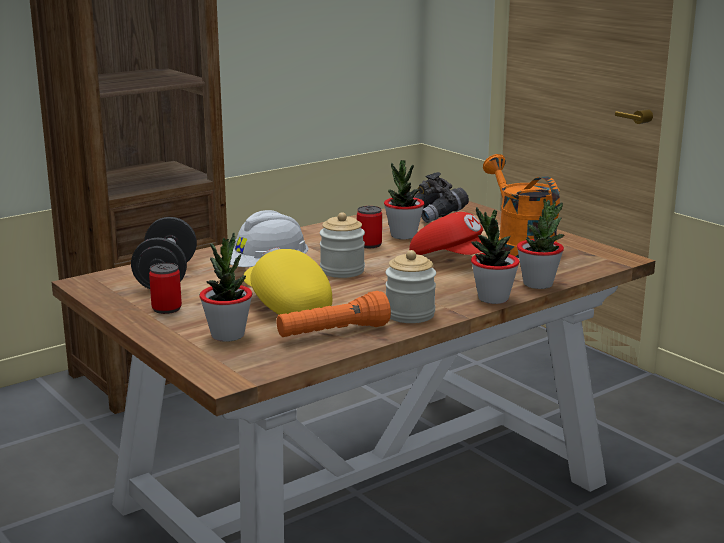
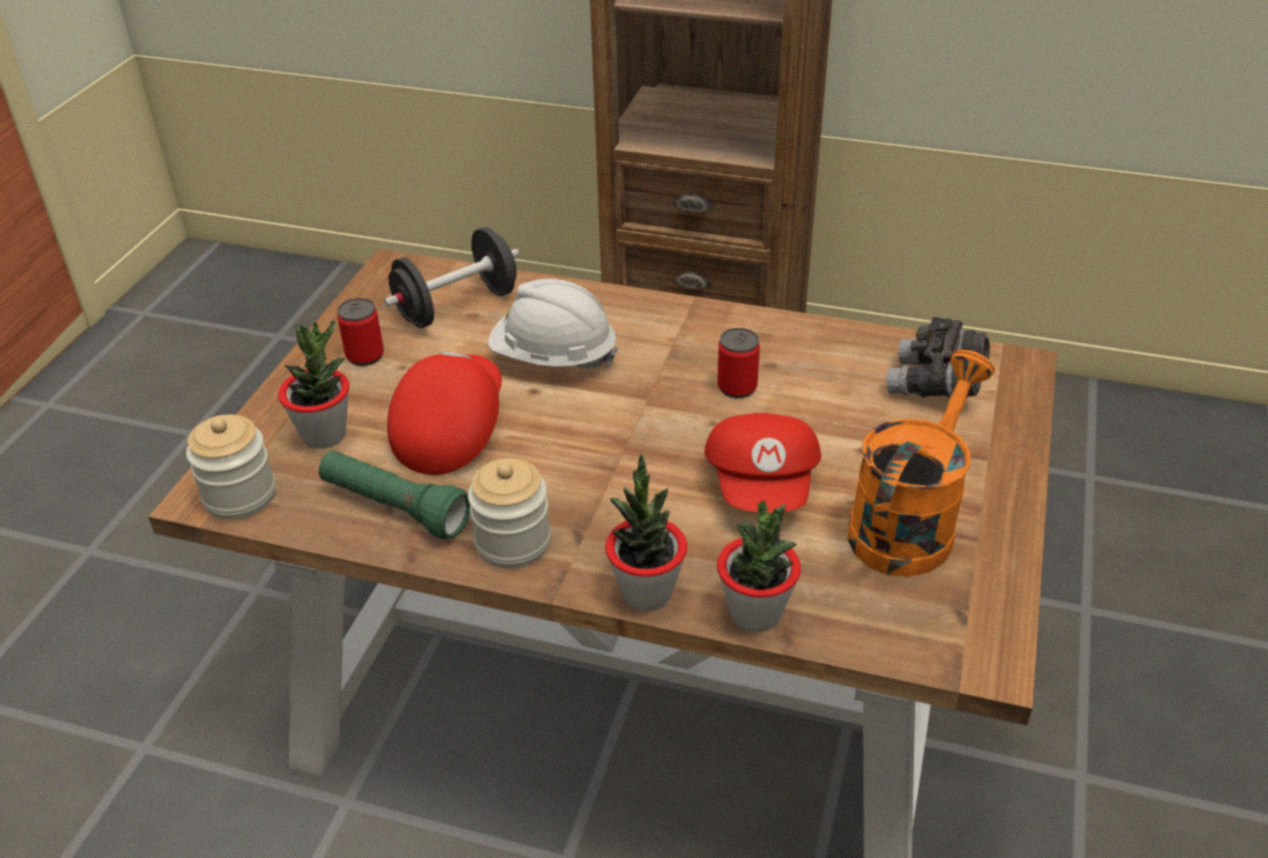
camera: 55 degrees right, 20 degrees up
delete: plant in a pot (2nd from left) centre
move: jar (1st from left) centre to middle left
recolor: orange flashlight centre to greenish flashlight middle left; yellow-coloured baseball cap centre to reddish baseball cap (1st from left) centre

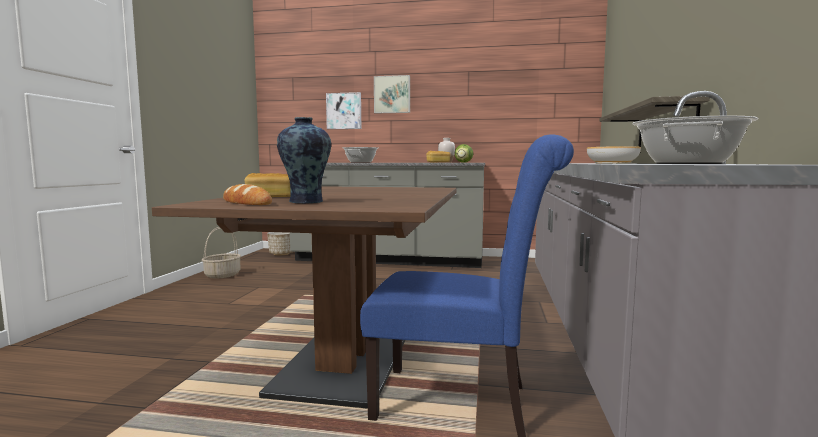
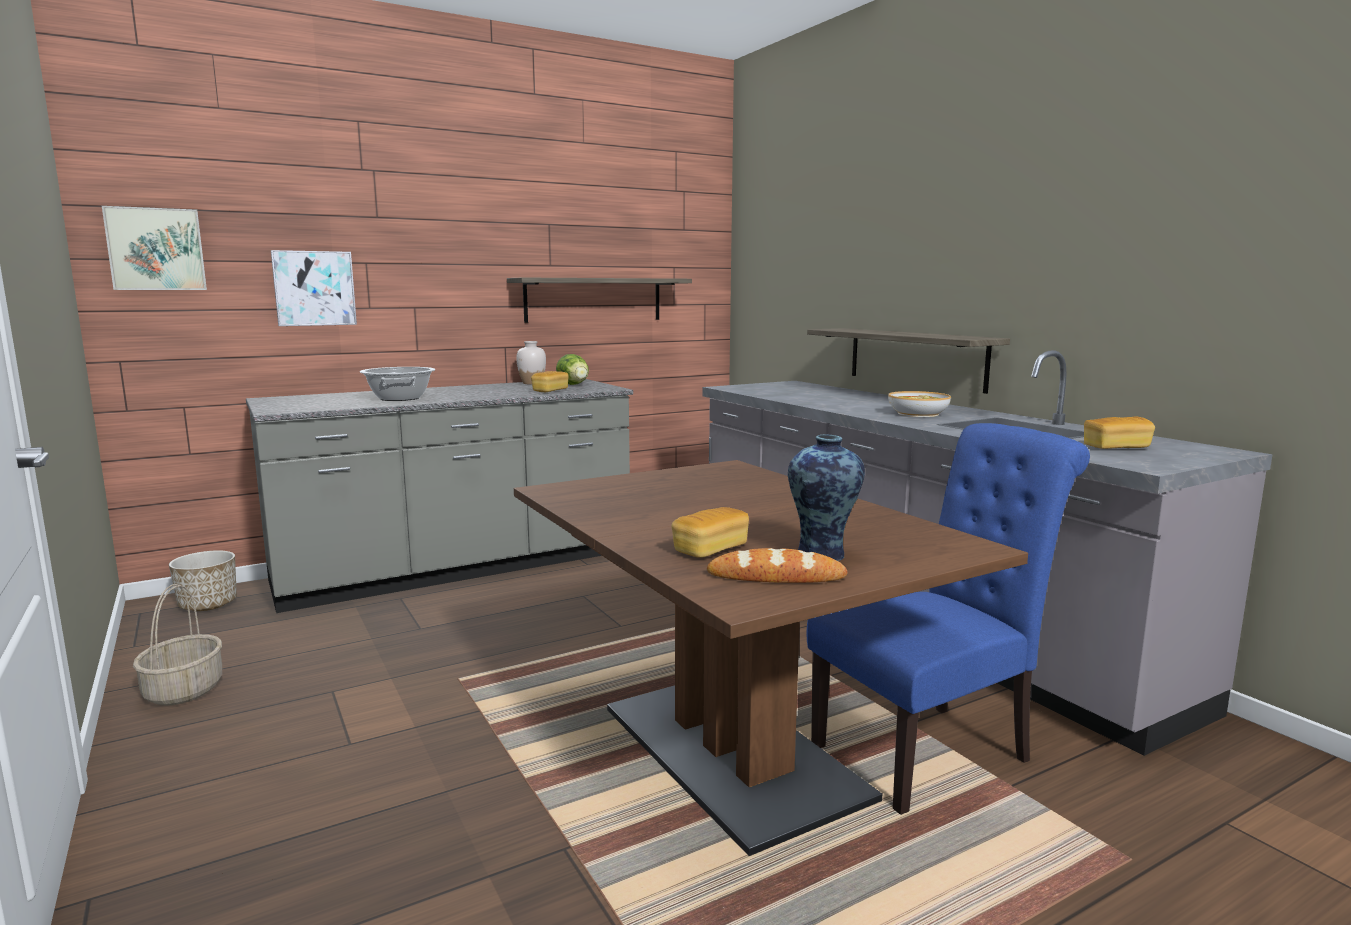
camera: 40 degrees left, 5 degrees up
insert: shelf (1st from left) top centre
move: wall art (2nd from left in the first image) top centre to wall art (1st from left) top left
replace: stockpot (2nd from left) top right to bread (4th from left) middle right

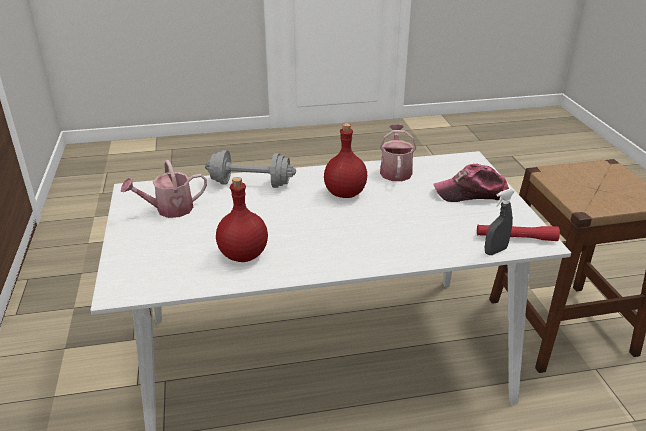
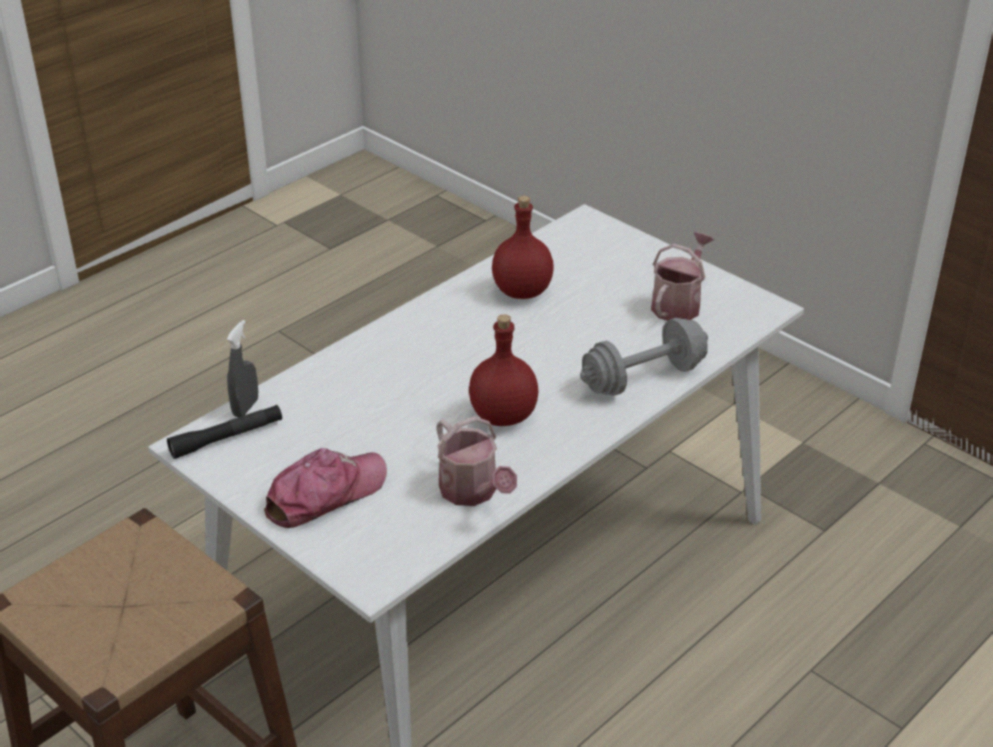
camera: 145 degrees right, 5 degrees up
recolor: reddish flashlight middle right to black-coloured flashlight middle left

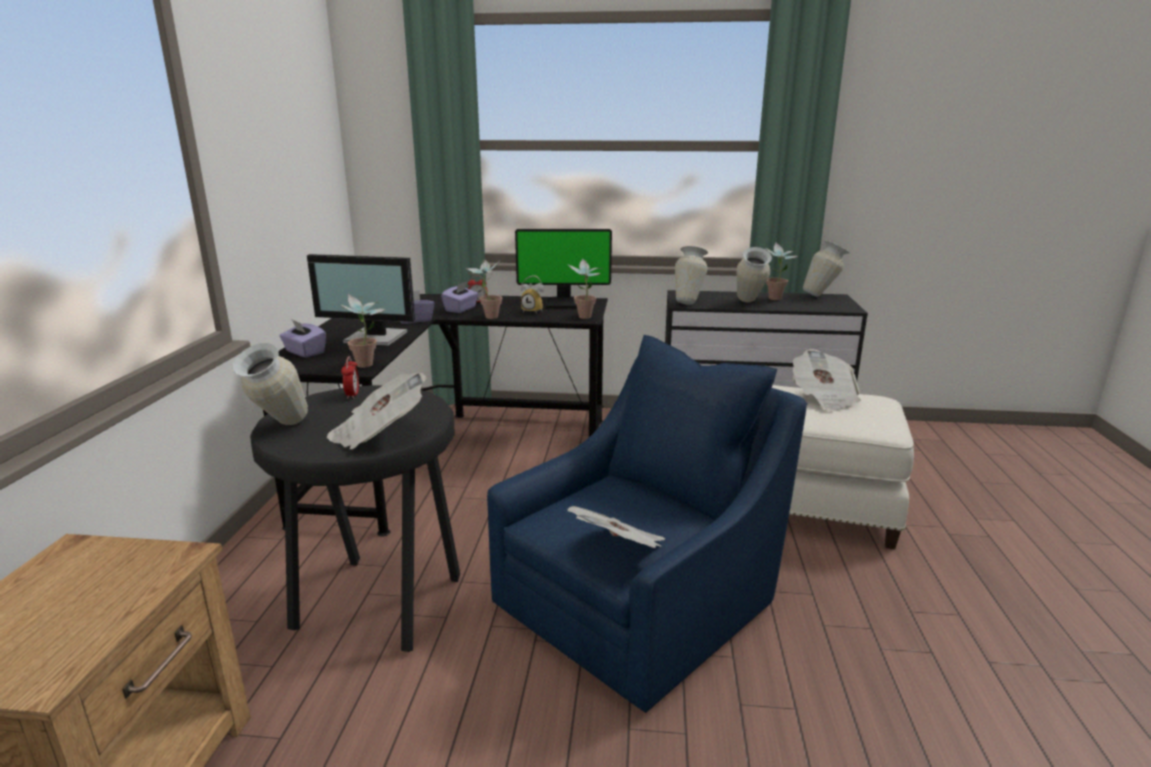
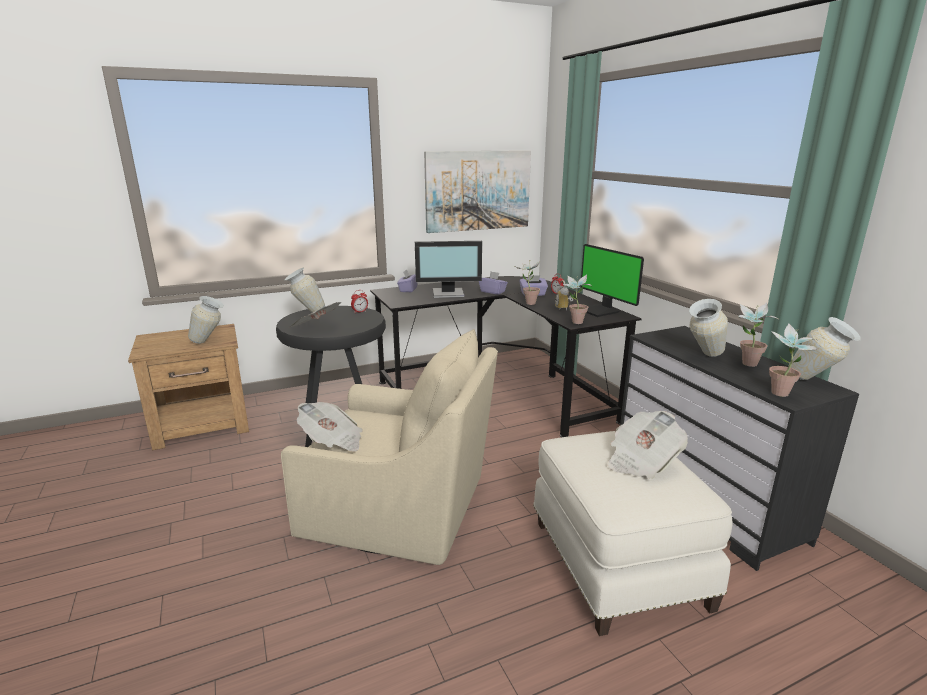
camera: 60 degrees right, 0 degrees up
insert: wall art top centre
move: flower vase (2nd from left in the first image) centre to flower vase (1st from left) middle left; plant in a pot (1st from left in the first image) middle left to plant in a pot (4th from left) middle right
recolor: blue armchair bottom centre to sand-coloured armchair centre
rotate: monitor (1st from left) middle left = centre 75 degrees counterclockwise

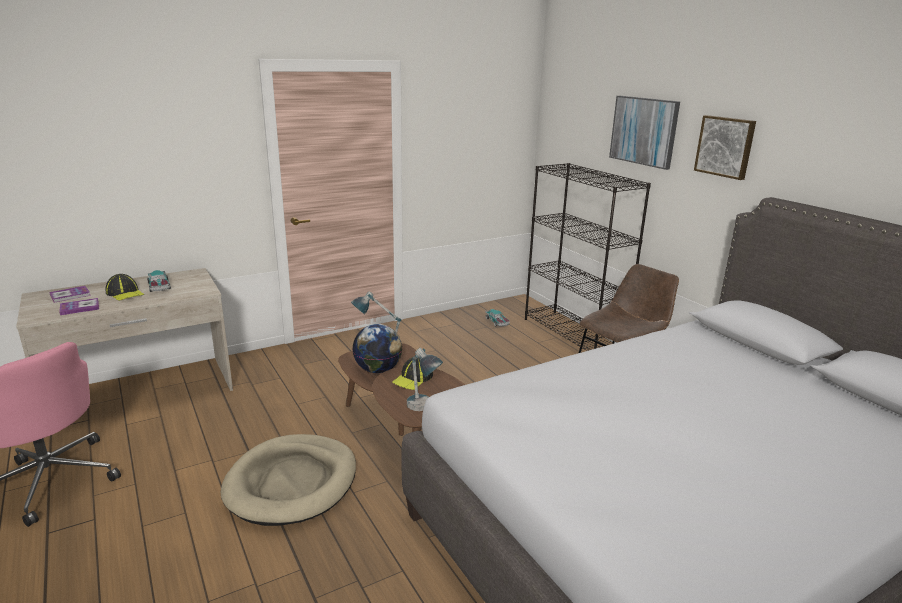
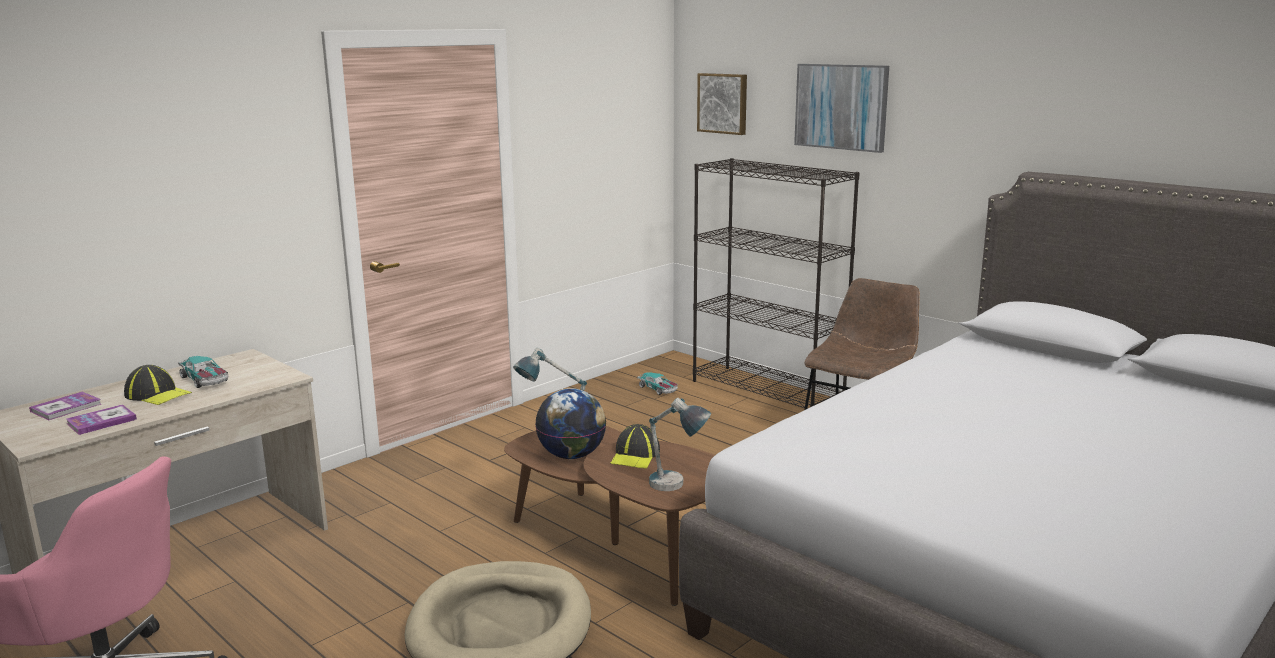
camera: 15 degrees left, 5 degrees down
move: wall art (2nd from left in the first image) top right to wall art (1st from left) top centre

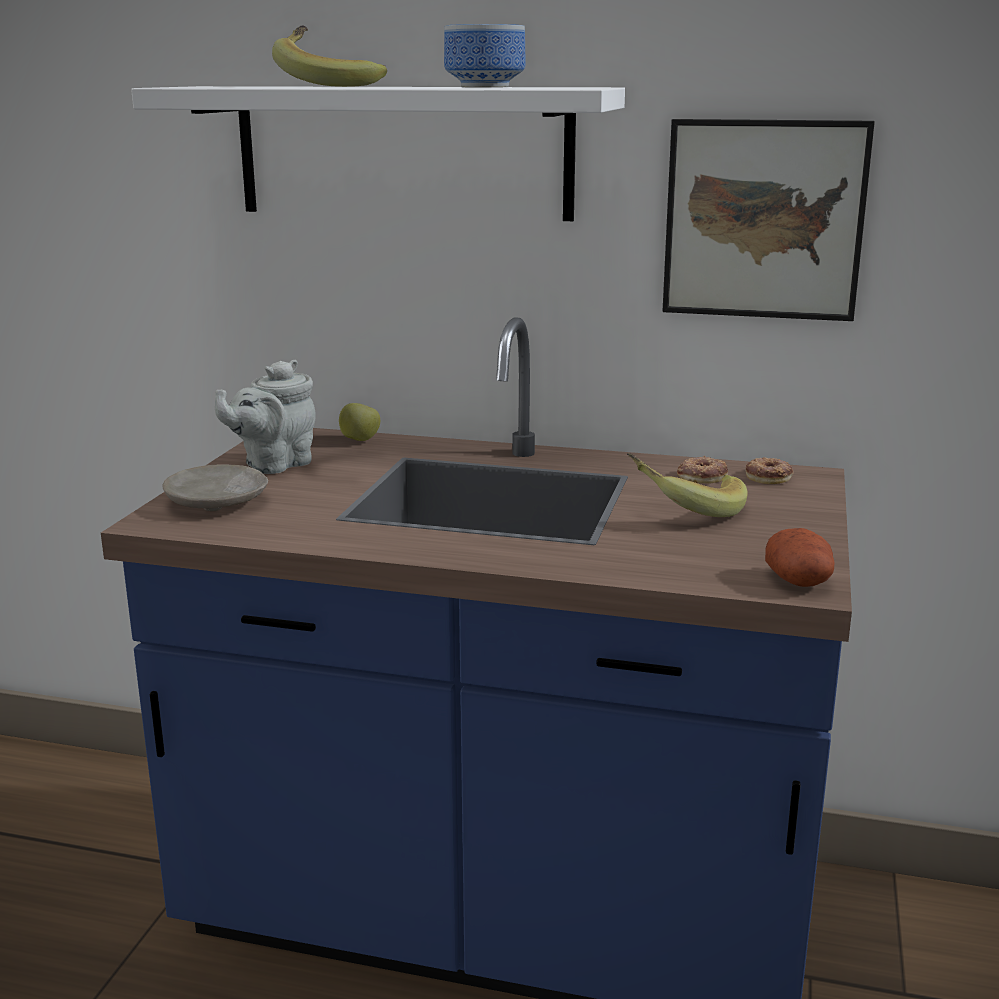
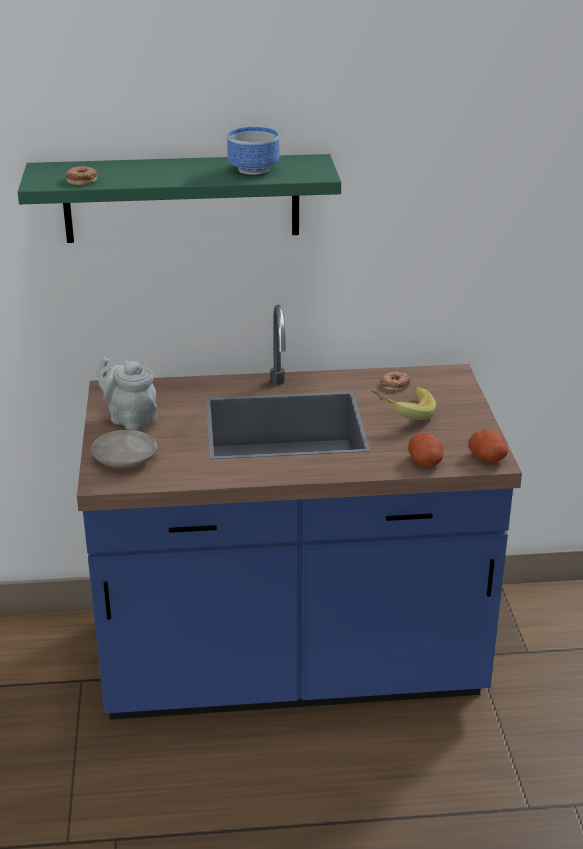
camera: 20 degrees left, 10 degrees up
delete: whole banana (1st from left) top left; whole apple centre; wall art top right
insert: whole potato (1st from left) middle right
move: ring doughnut (2nd from left in the first image) middle right to ring doughnut (1st from left) top left
recolor: whitish shelf top centre to greenish shelf top left
rotate: greyish pot for tea middle left = middle left 105 degrees clockwise

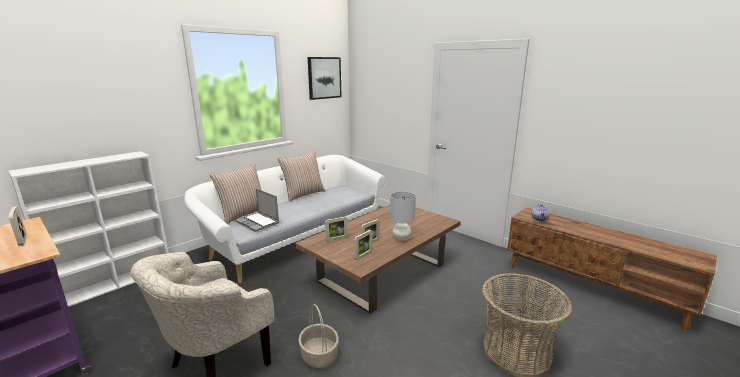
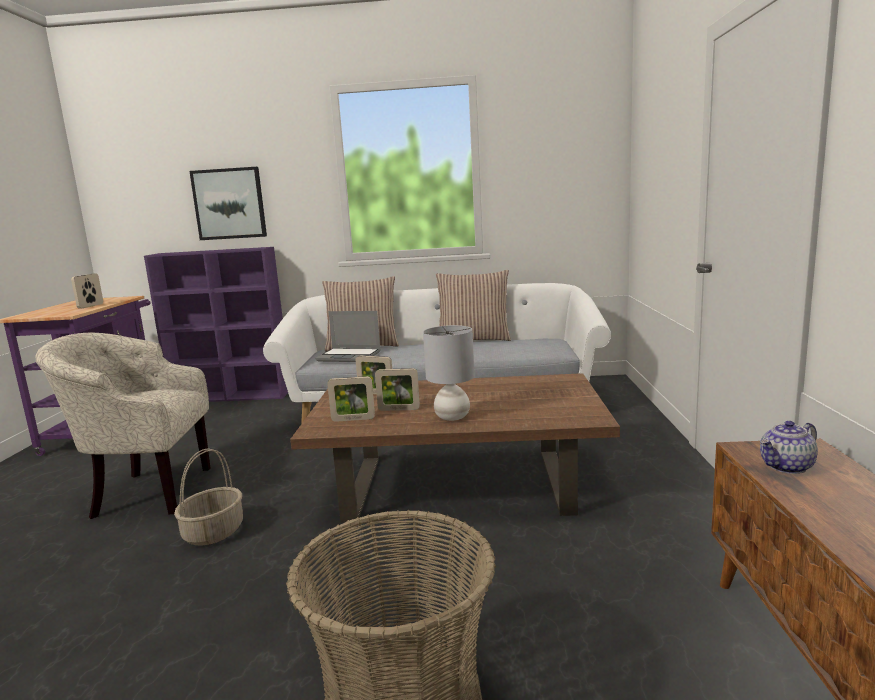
camera: 50 degrees right, 5 degrees down
move: wall art top centre to top left
recolor: whitish shelving unit middle left to purple-coloured shelving unit middle left
rotate: laptop centre = centre 75 degrees counterclockwise

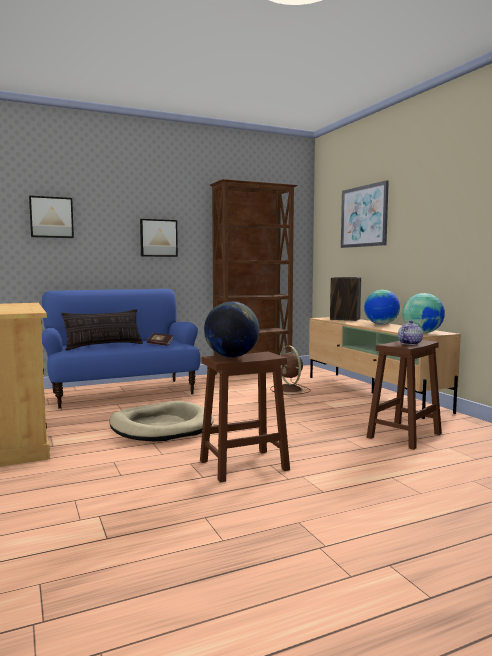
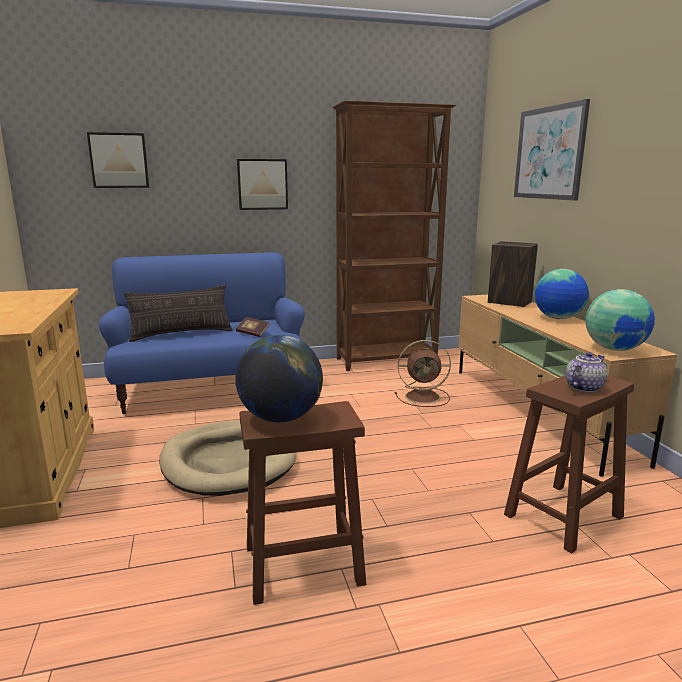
camera: 10 degrees right, 10 degrees up
rotate: brownish electric fan centre = centre 75 degrees counterclockwise

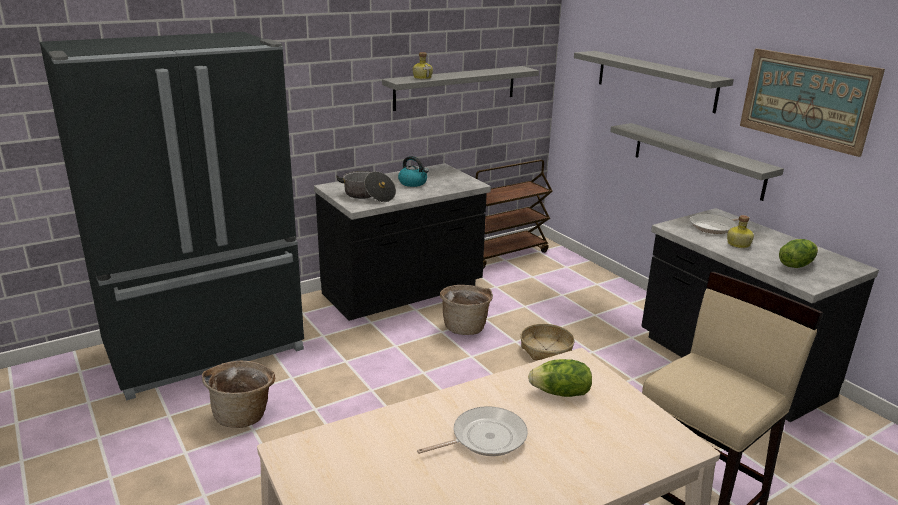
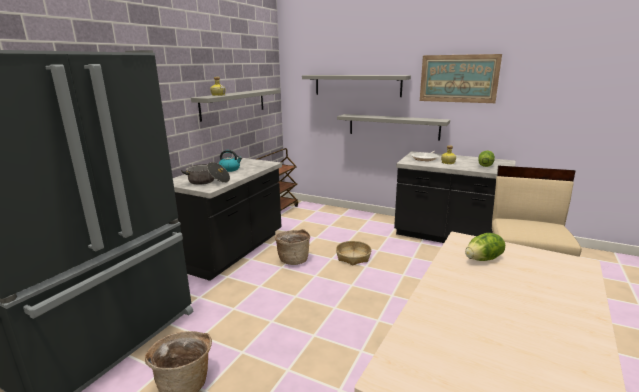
camera: 30 degrees left, 5 degrees down
delete: frying pan (1st from left) bottom centre

